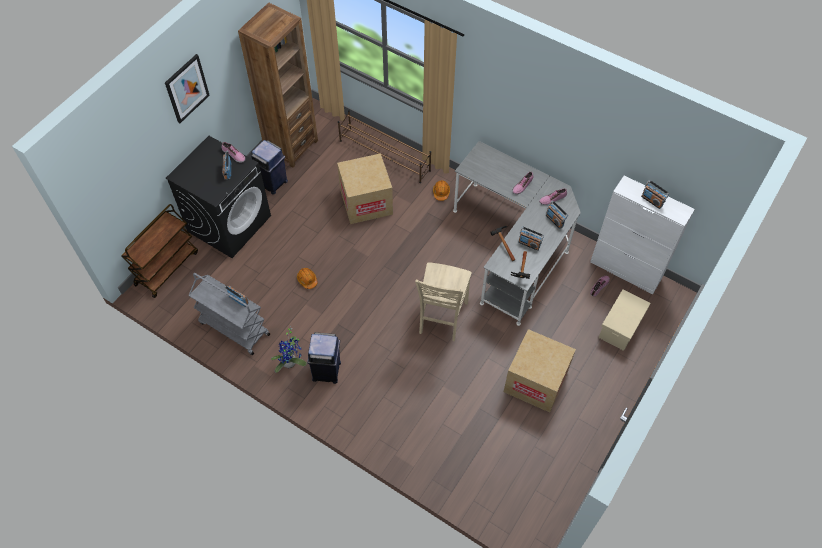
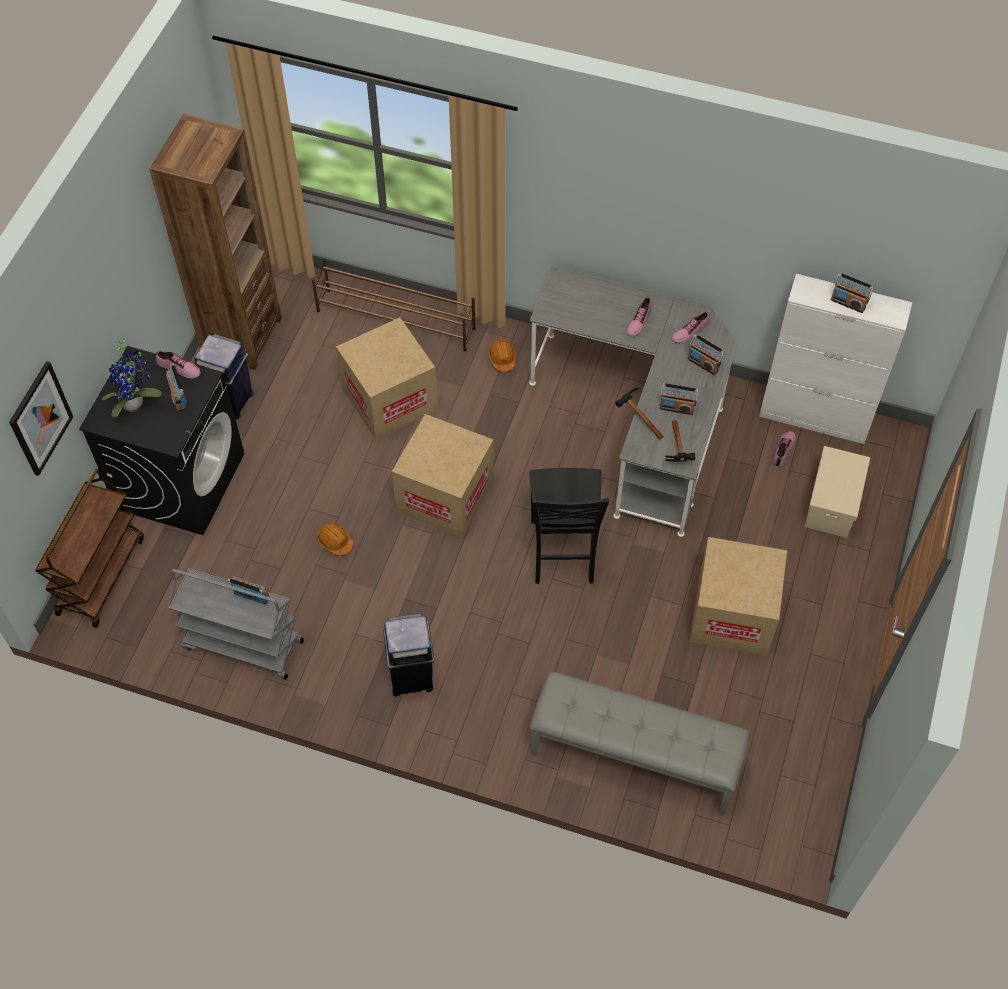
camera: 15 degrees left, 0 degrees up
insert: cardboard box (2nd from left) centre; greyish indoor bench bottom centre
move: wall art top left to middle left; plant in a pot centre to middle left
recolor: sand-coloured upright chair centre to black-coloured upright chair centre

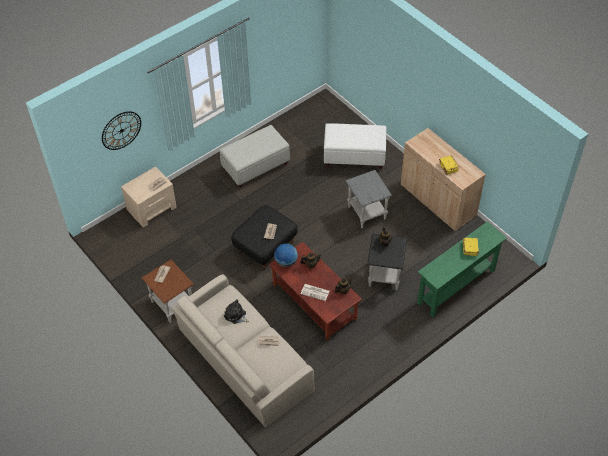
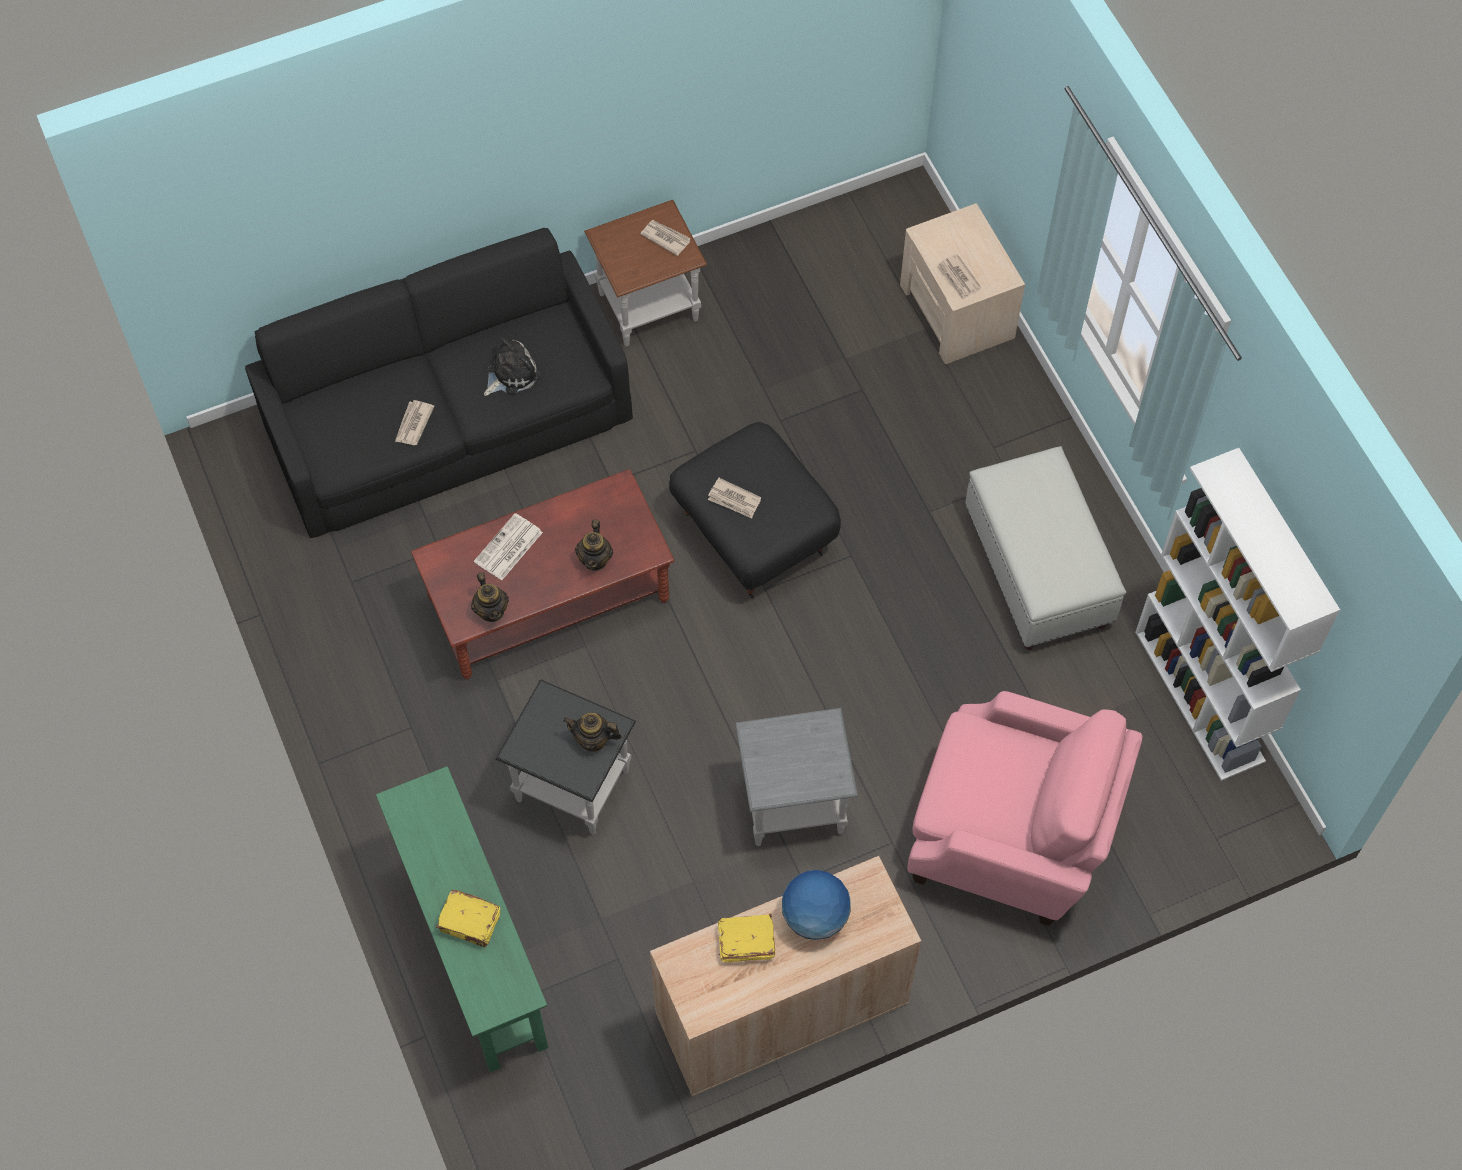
camera: 105 degrees right, 10 degrees up
delete: hanging clock top left
insert: whitish shelving unit middle right
move: world globe centre to bottom centre
replace: whitish footrest (2nd from left) top centre to pink-coloured armchair bottom right
recolor: sand-coloured sofa bottom centre to black-coloured sofa top left

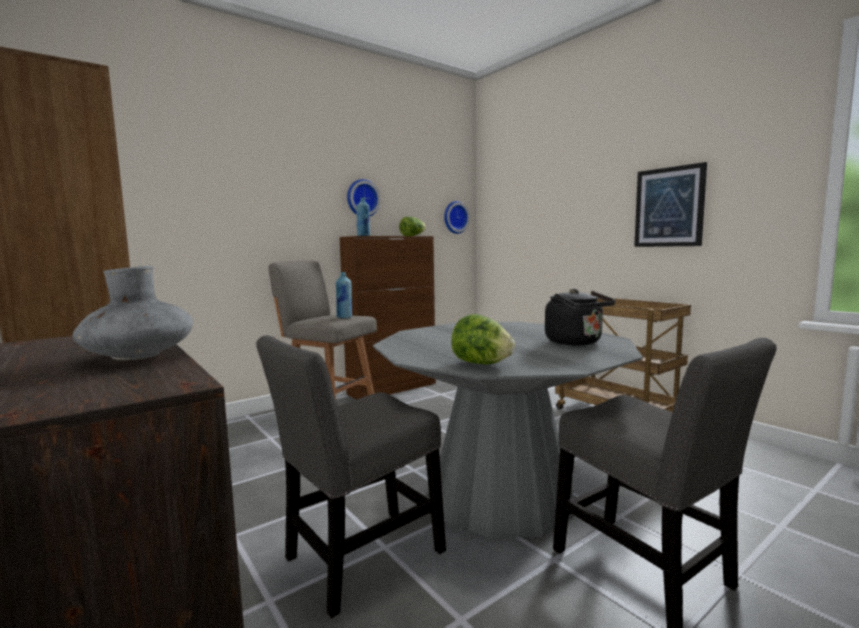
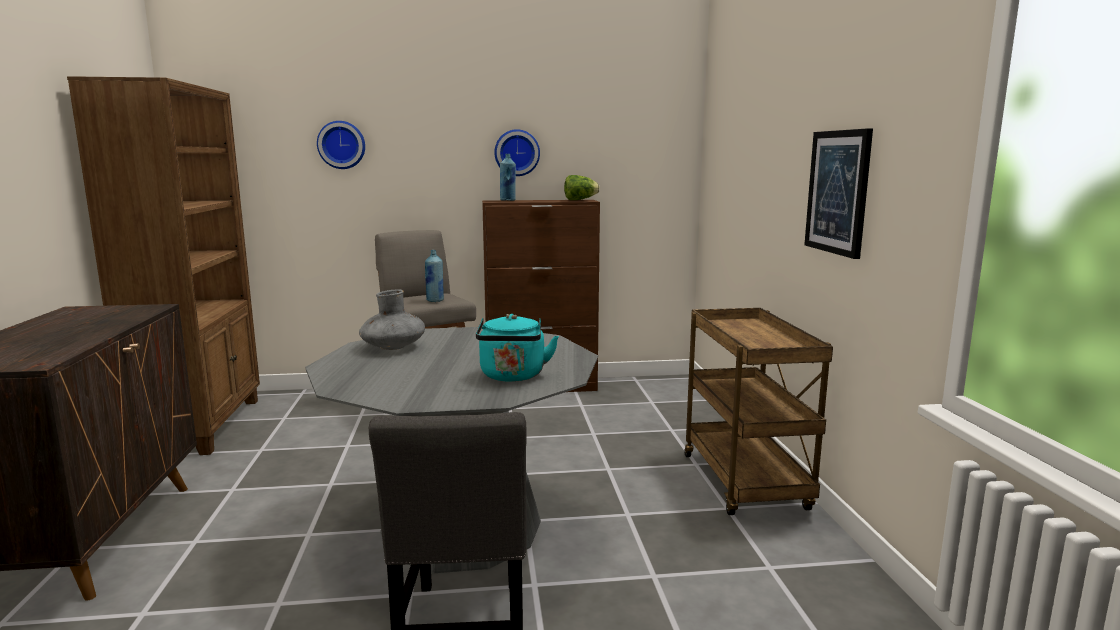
camera: 30 degrees right, 5 degrees up
delete: greyish upright chair (1st from left) bottom centre; lettuce (2nd from left) centre
move: hanging clock (2nd from left in the first image) centre to hanging clock (1st from left) top left; greyish flower vase middle left to centre
recolor: black-coloured kettle middle right to turquoise kettle centre

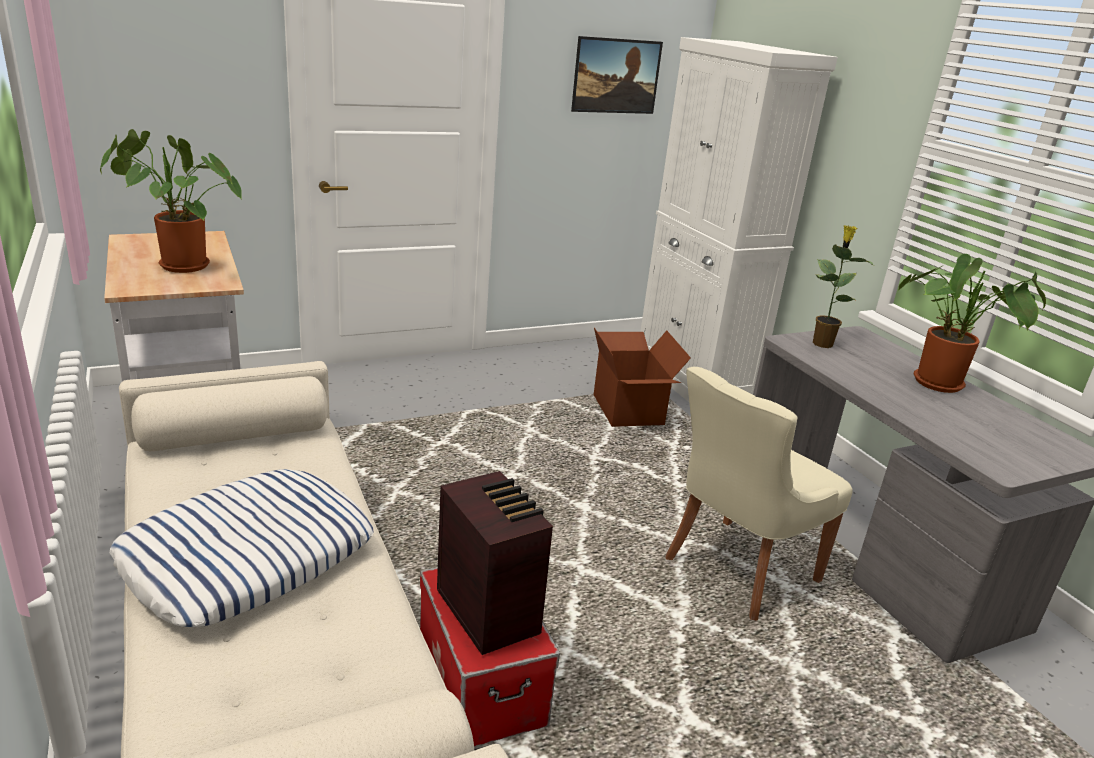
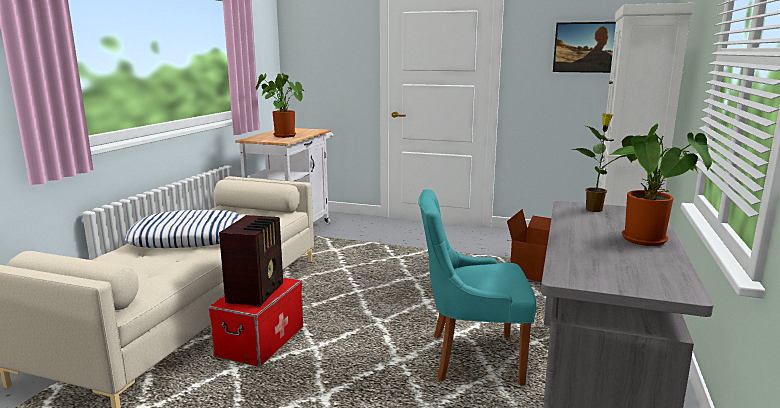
camera: 45 degrees right, 10 degrees down
recolor: sand-coloured upright chair middle right to turquoise upright chair bottom centre

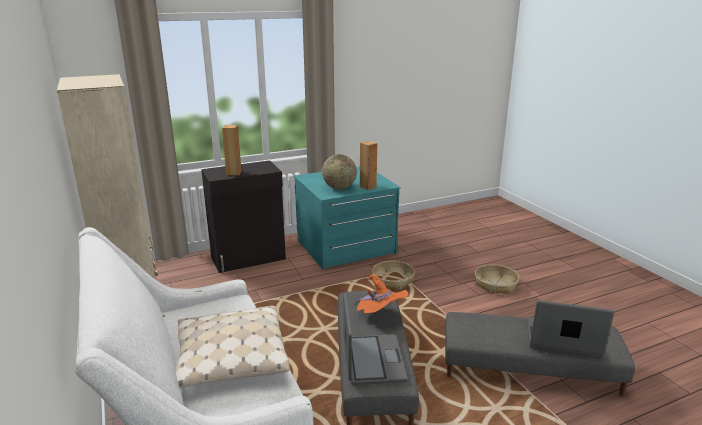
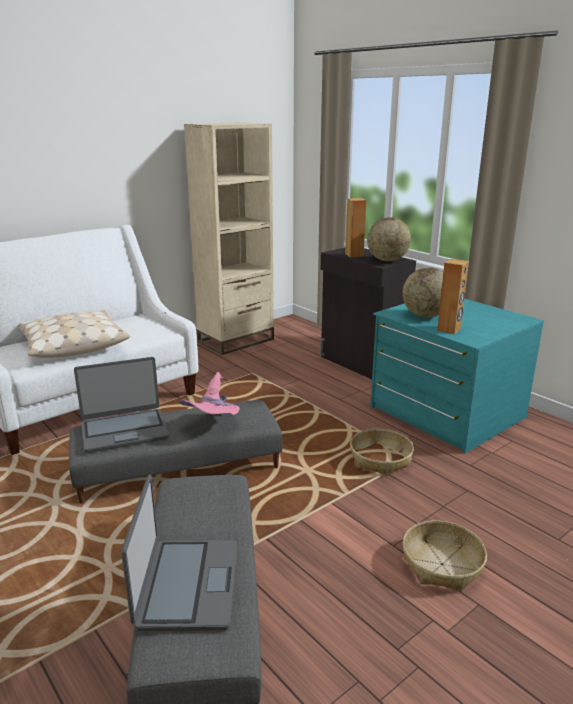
camera: 75 degrees right, 0 degrees up
insert: world globe (1st from left) middle right
recolor: orange wearable hat bottom centre to pink-coloured wearable hat centre

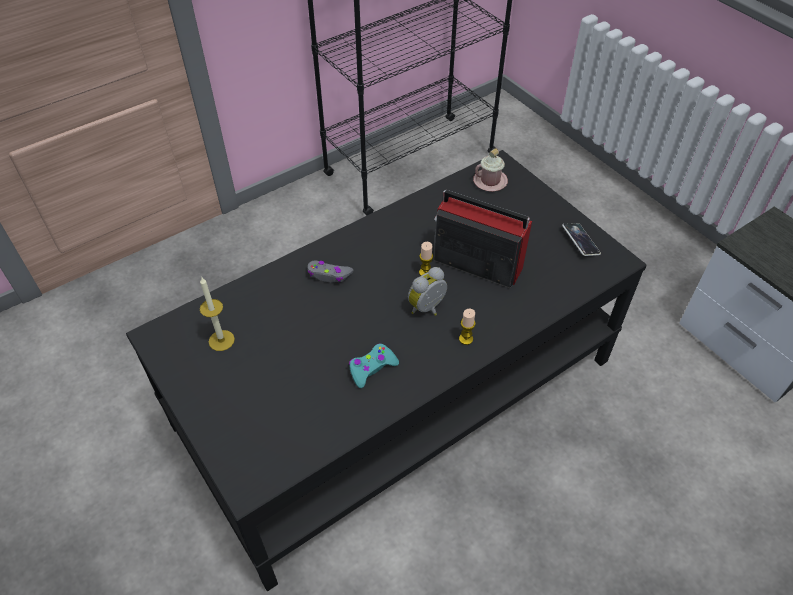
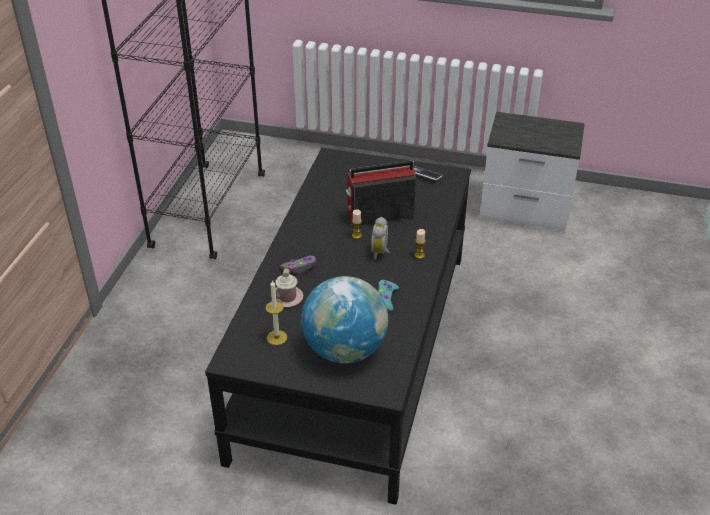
camera: 40 degrees left, 10 degrees down
insert: world globe centre
move: pink-coloured tea mug top centre to centre

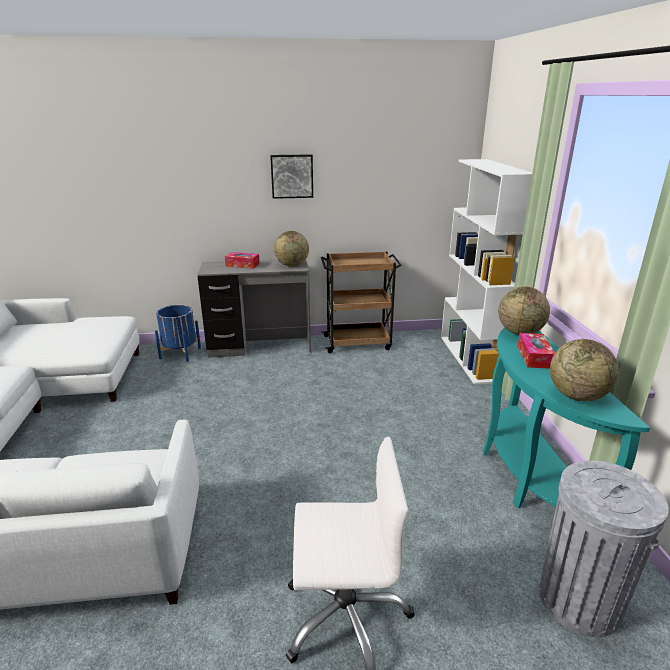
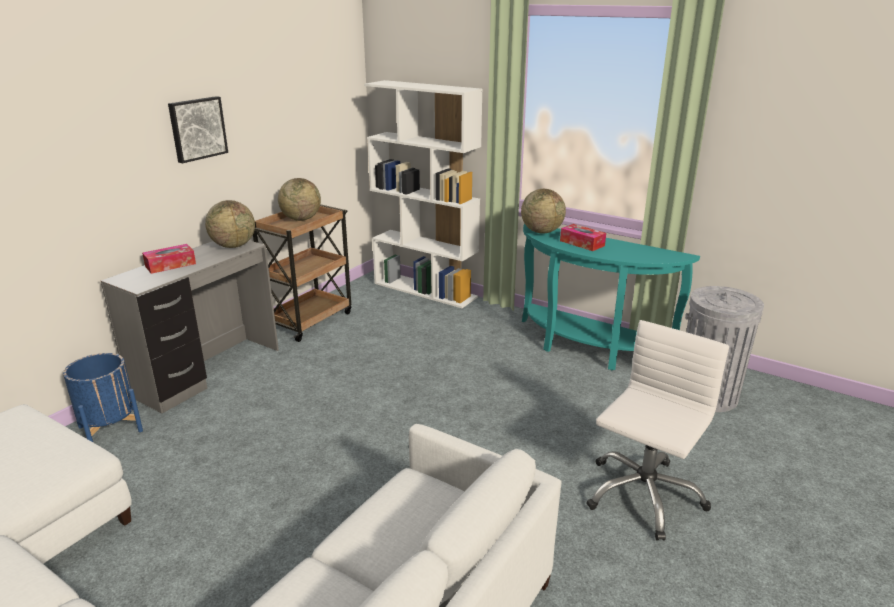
camera: 50 degrees left, 0 degrees up
move: world globe (3rd from left in the first image) middle right to world globe (2nd from left) top centre

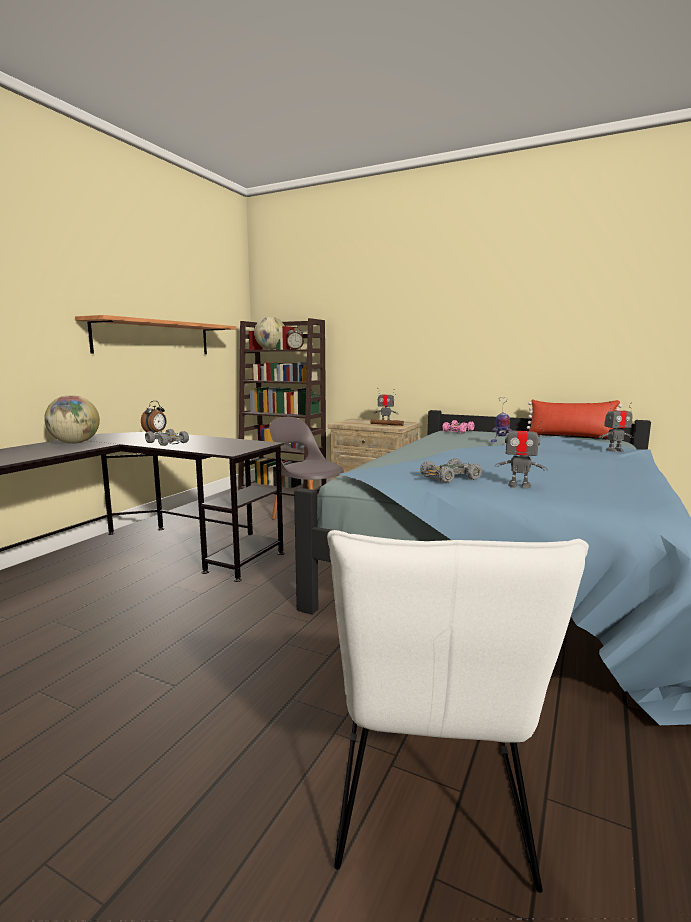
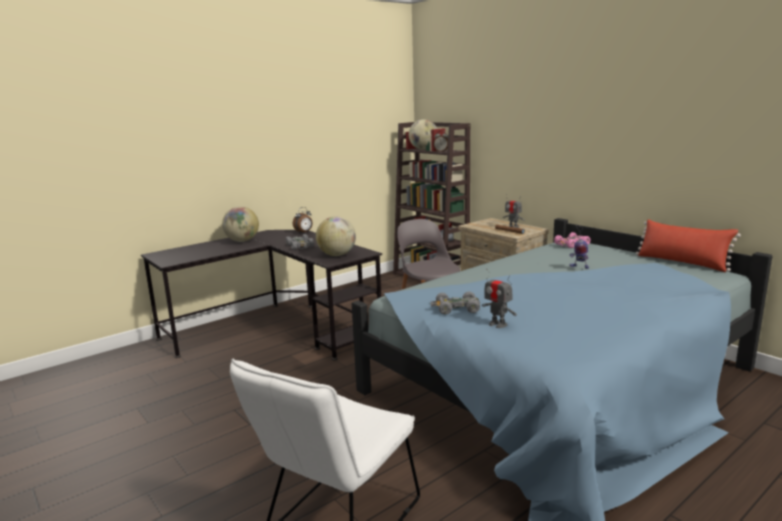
camera: 25 degrees right, 5 degrees up
delete: shelf middle left; model robot (4th from left) middle right
insert: world globe (2nd from left) centre

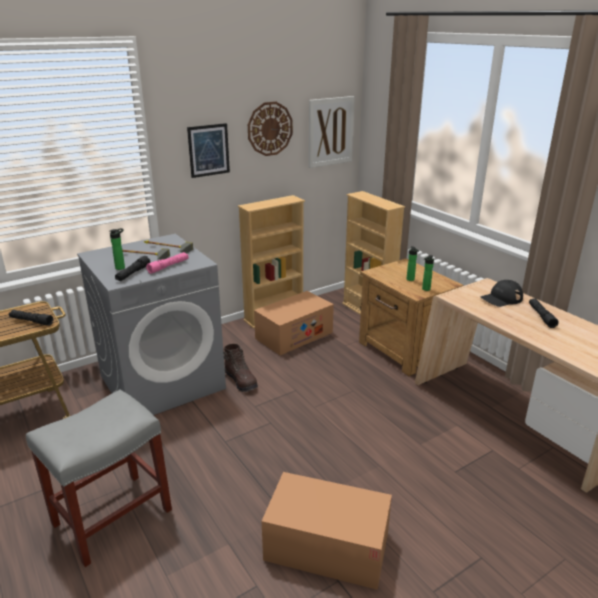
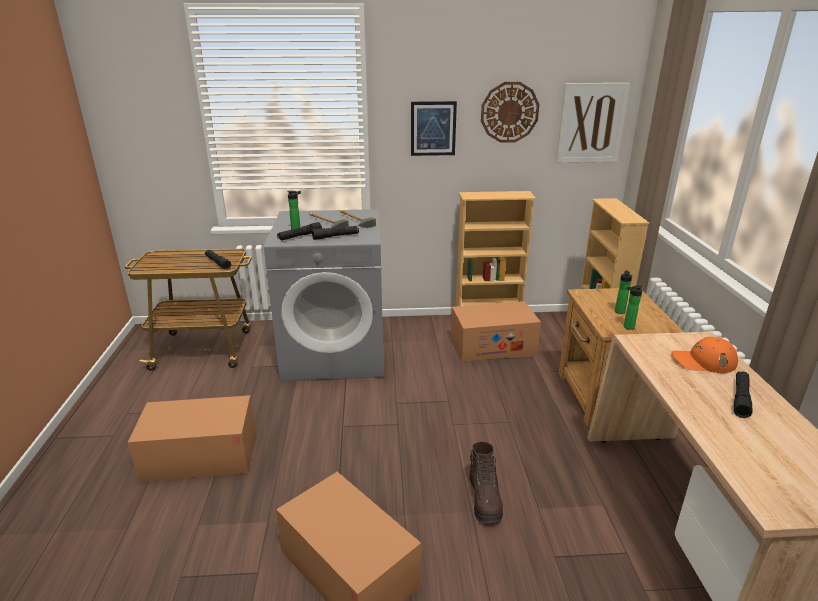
camera: 30 degrees right, 0 degrees up
move: brownish tall boot centre to bottom centre
replace: greyish stool bottom left to cardboard box (1st from left) bottom left
recolor: pink-coloured flashlight middle left to black-coloured flashlight (3rd from left) centre; black-coloured baseball cap middle right to orange baseball cap middle right

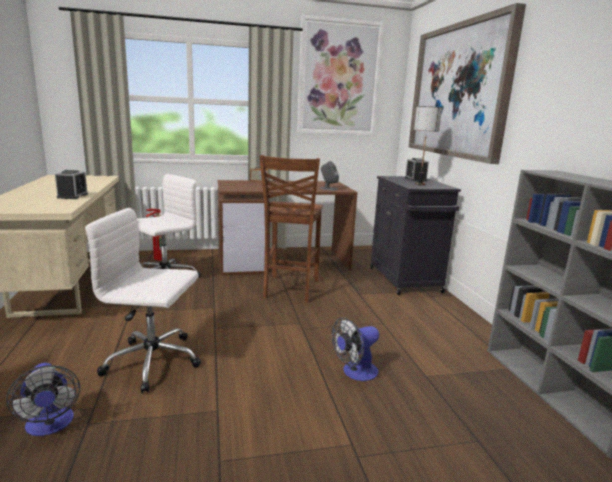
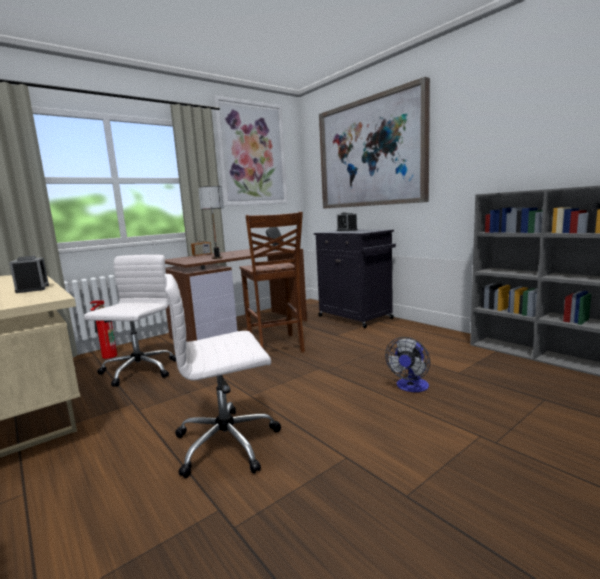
camera: 25 degrees left, 5 degrees down
delete: electric fan (1st from left) bottom left
move: tabletop lamp top right to centre

